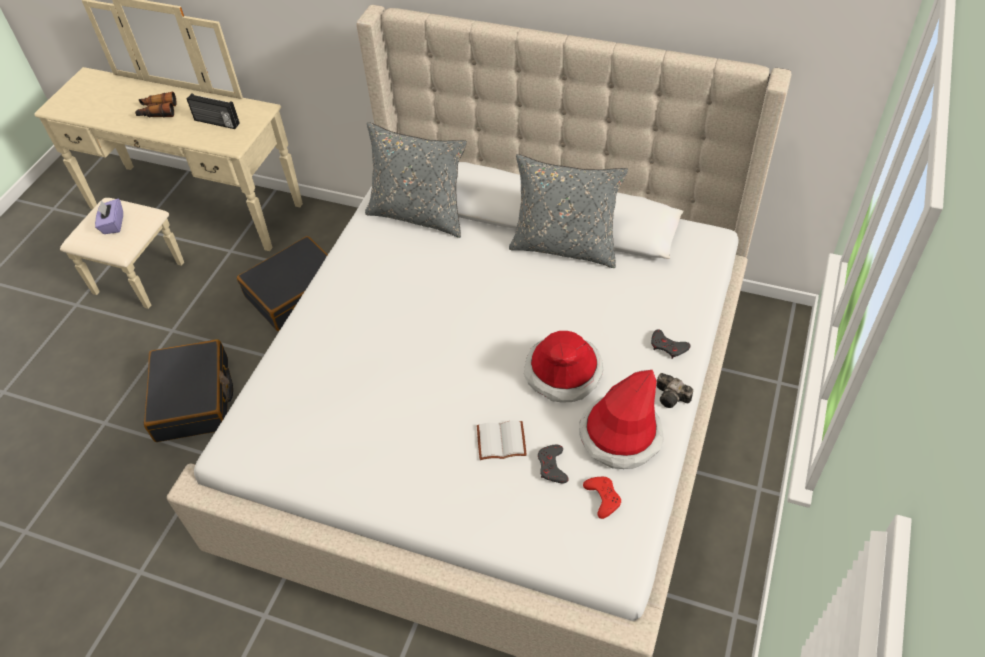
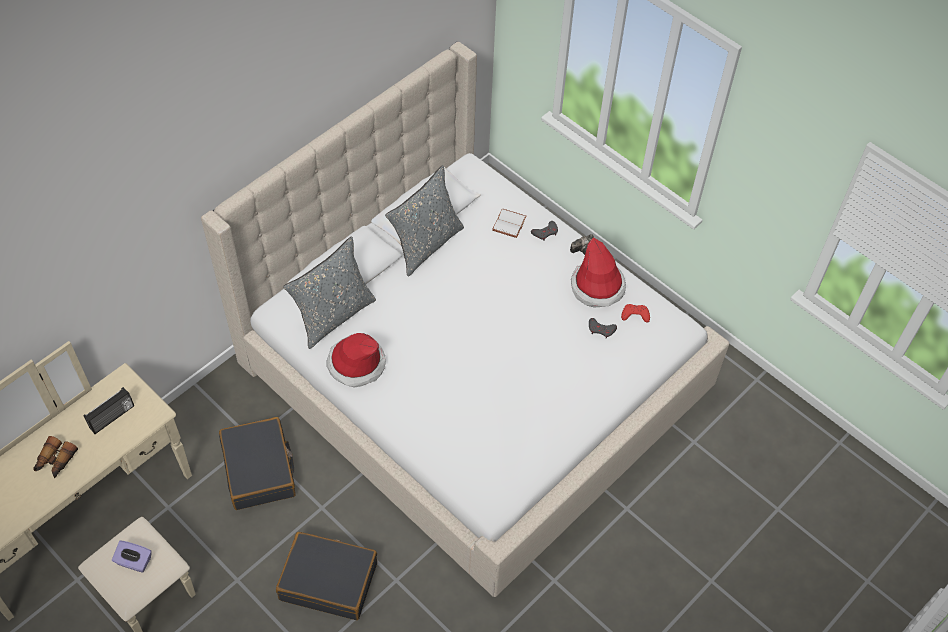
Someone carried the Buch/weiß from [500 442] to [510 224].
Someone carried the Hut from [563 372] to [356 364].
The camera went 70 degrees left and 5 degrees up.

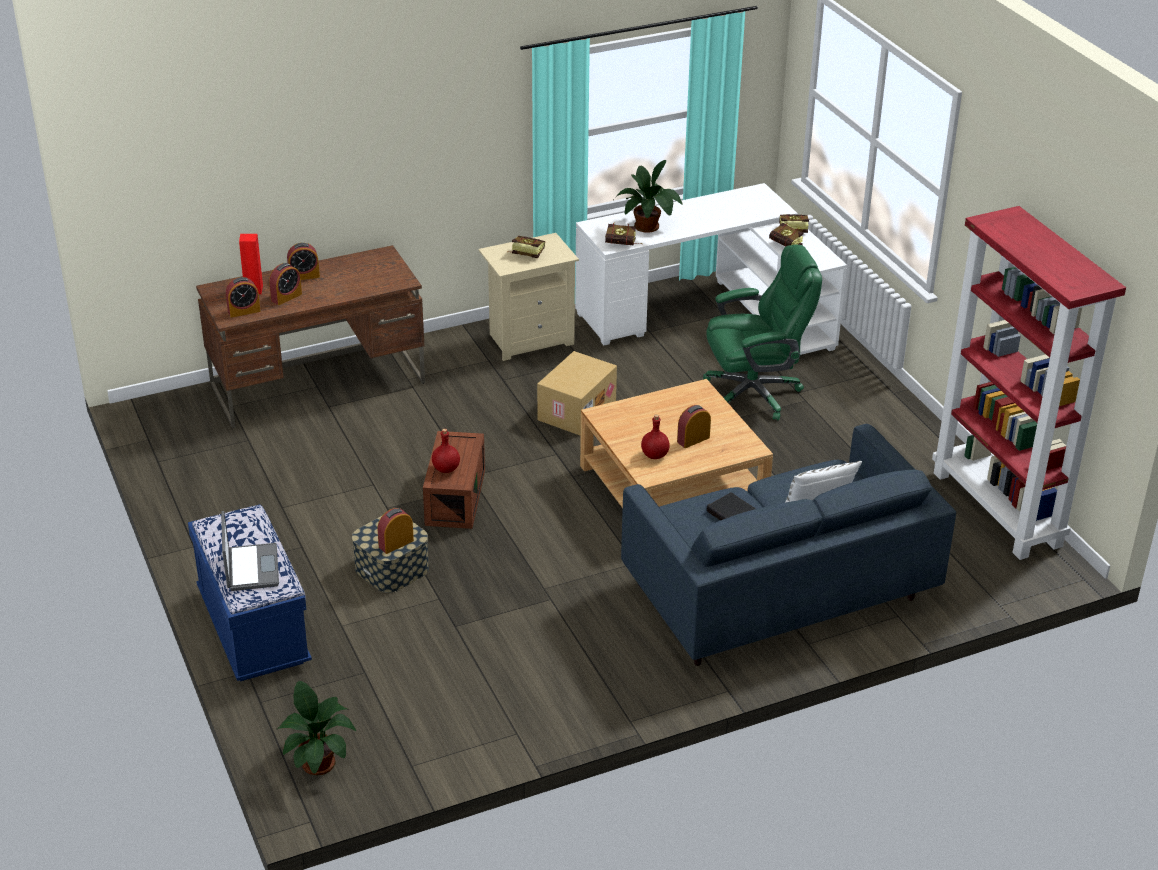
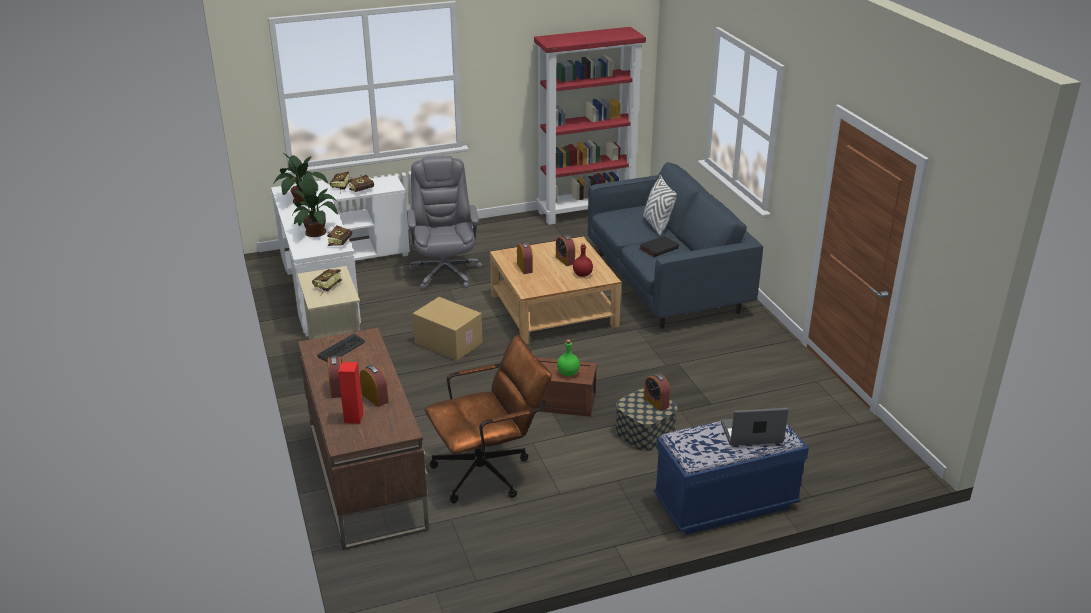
Someone put down the Tastatur at [341 349].
Someone put down the Bürostuhl/braun at [490 471].
Someone carried the Wecker from [244 311] to [524 268].
Someone carried the Topfpflanze from [318 760] to [301 201].
Someone repainted the Flasche/rot at [446 468], which became the Flasche/grün at [567 373].
Someone repainted the Bürostuhl/grün at [754 393], which became the Bürostuhl/grau at [445 272].
The camera went 85 degrees left and 5 degrees down.

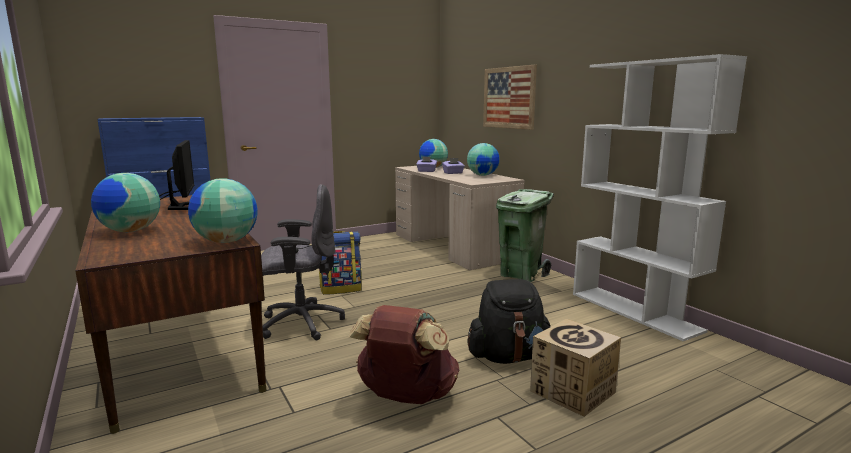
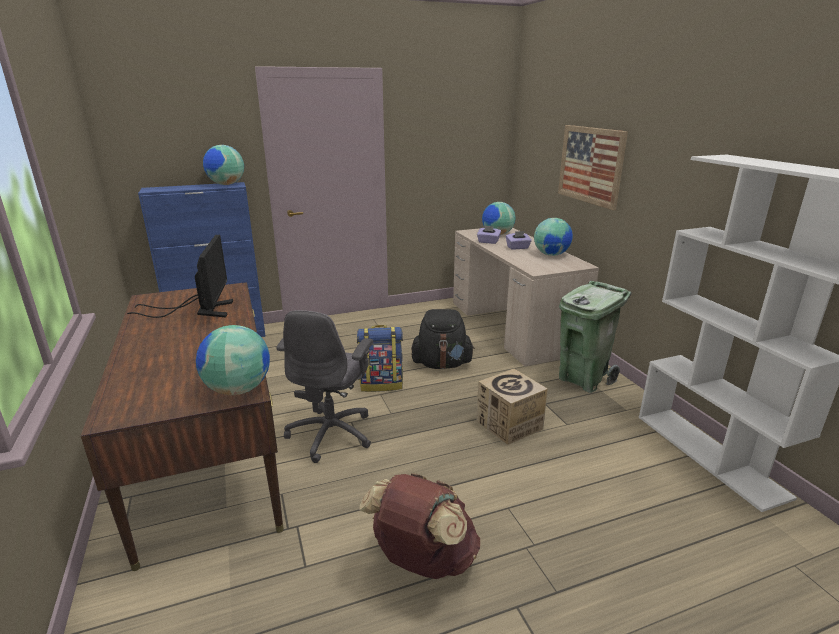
Someone carried the Globus from [130 231] to [226 184].
Someone carried the Rucksack/schwarz from [508 357] to [442 364].
Someone carried the Karton from [572 392] to [509 425].
Someone rotated the Bürostuhl/grau at [300 323] by 105 degrees clockwise.
The camera went 10 degrees right and 10 degrees up.

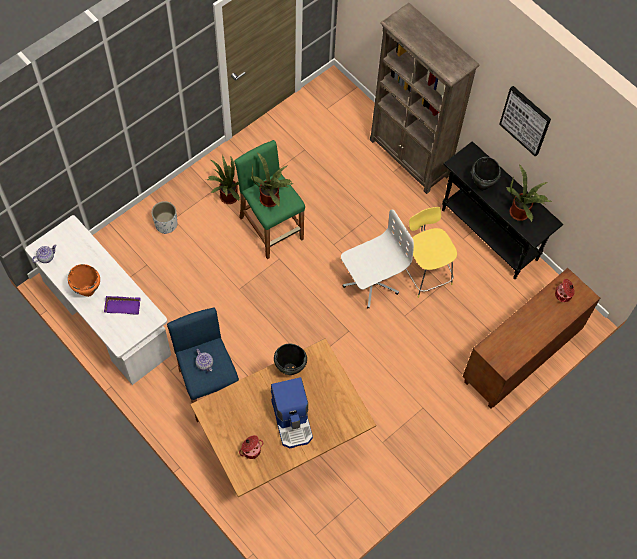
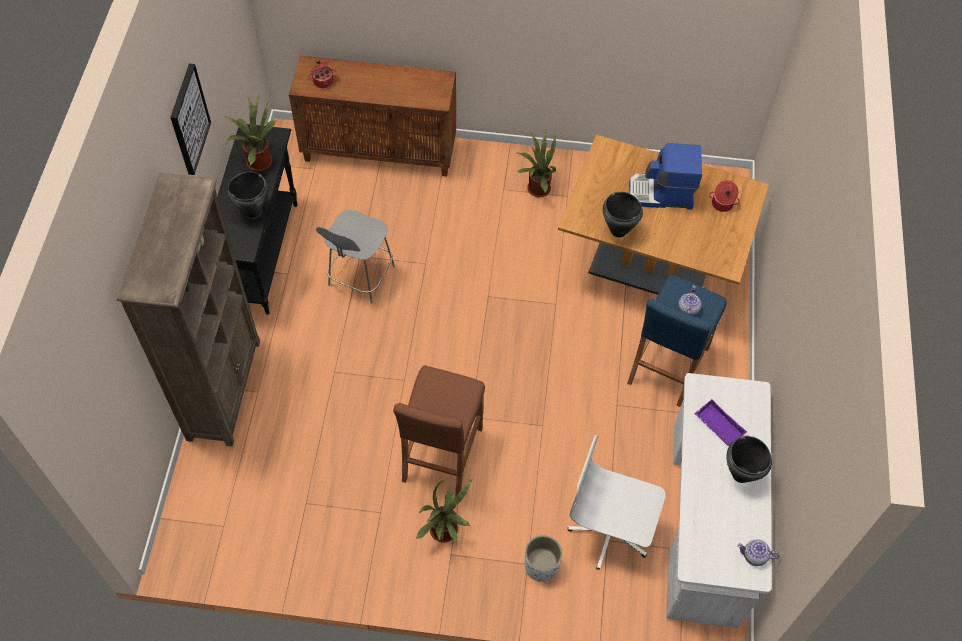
Someone carried the Topfpflanze from [271 198] to [536 188].
Someone carried the Bürostuhl/weiß from [371 282] to [610 532].
Someone repainted the Kochtopf/orange at [88 290], which became the Kochtopf/schwarz at [740 475].
Someone repainted the Hocker/grün at [271 228], which became the Hocker/braun at [442 454].
Someone repainted the Hocker/gelb at [426 273], which became the Hocker/grau at [360 277].
Someone rotated the Kaffeemaschine at [293 420] by 120 degrees counterclockwise.
The camera went 130 degrees left and 5 degrees down.

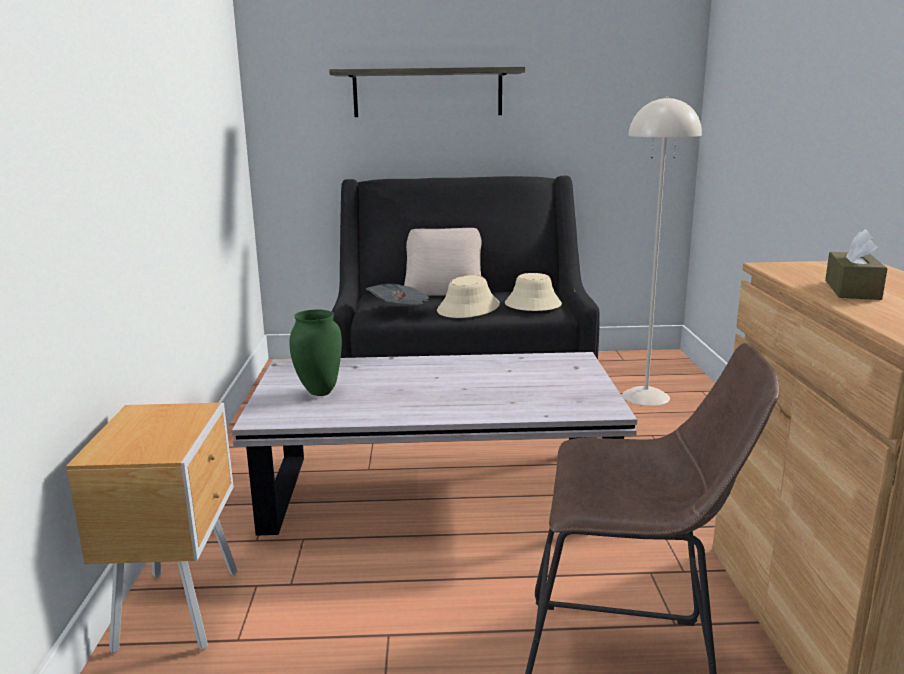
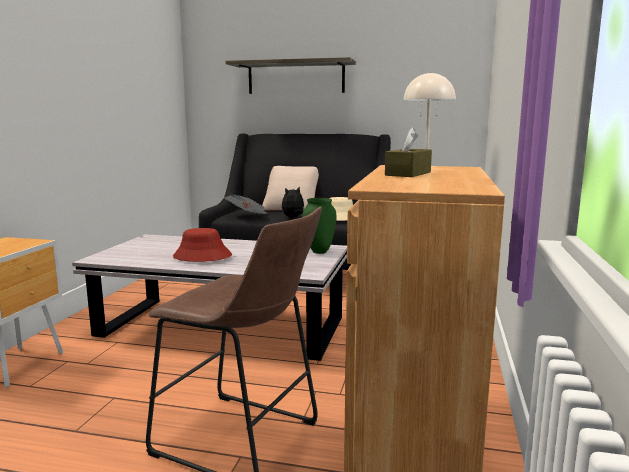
Someone put down the Hut/rot at [202 256].
Someone carried the Vase/grün from [320 392] to [319 252].
Someone swapped the Hut/beige at [468 308] for the Plüschtier at [293 217].
The camera went 15 degrees right and 5 degrees down.

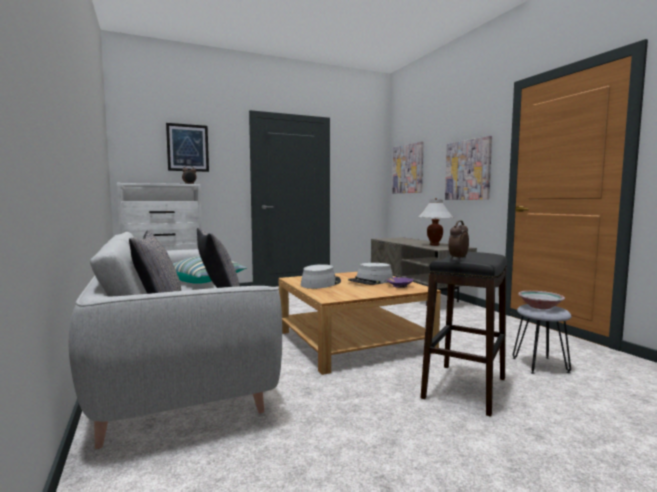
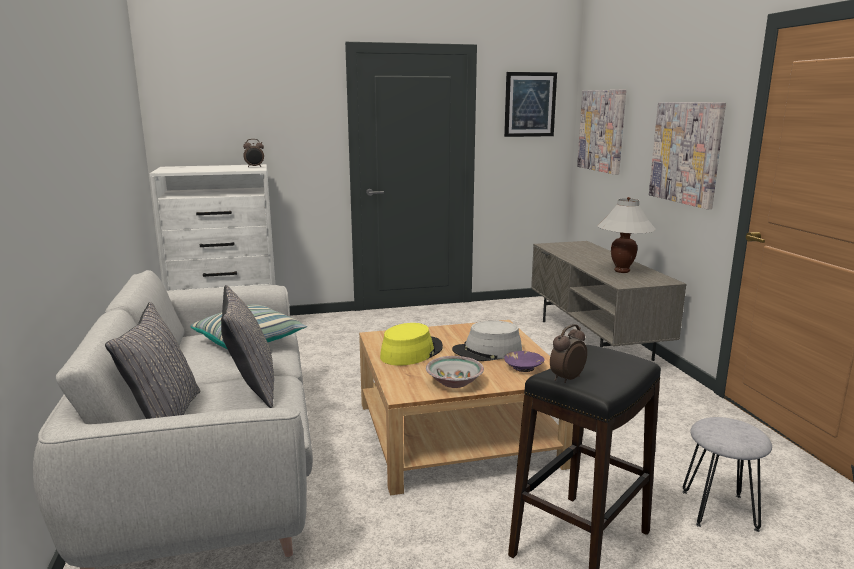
Someone carried the Bild from [187 148] to [529 104].
Someone carried the Schüssel from [539 306] to [454 382].
Someone repainted the Hut/grau at [320 283], which became the Hut/gelb at [411 352].
The camera went 10 degrees right and 10 degrees up.

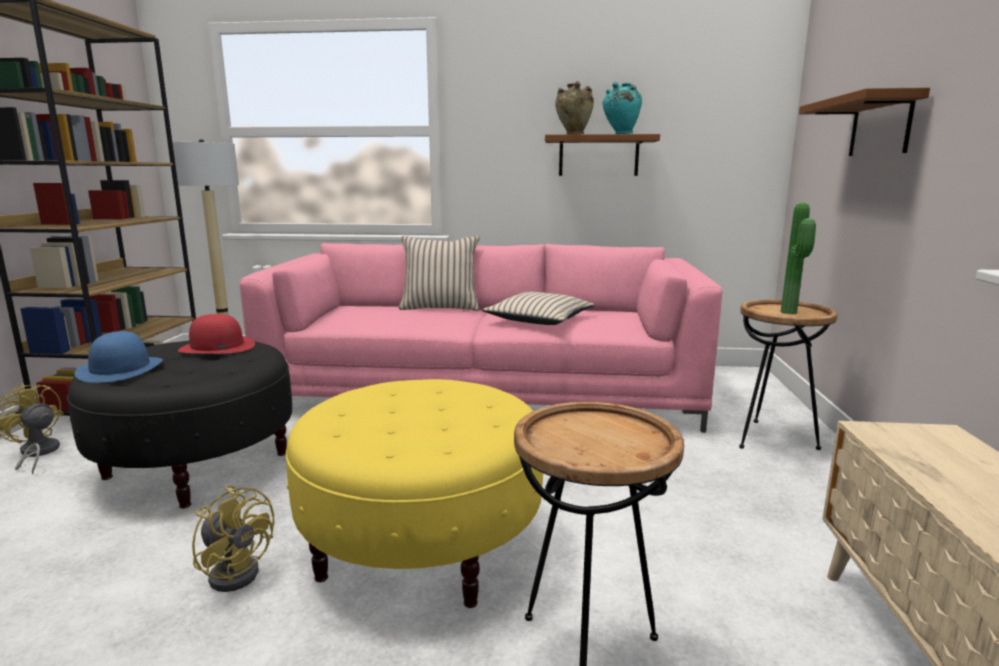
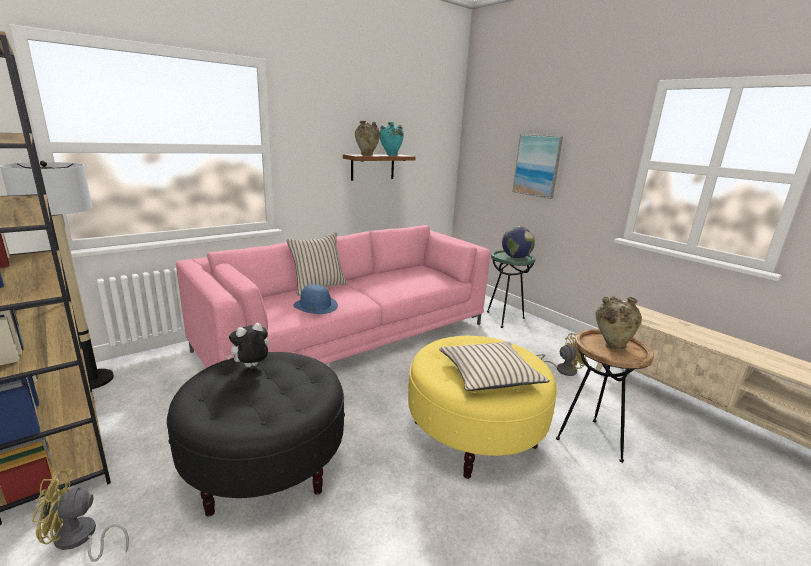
Someone put down the Vase/beige at [611 346].
Someone carried the Hut/blau from [120 369] to [315 305].
Someone carried the Ventilator/gelb from [237 570] to [561 369].
Someone carried the Kissen/beige from [539 320] to [489 374].
Someone swapped the Hut/rot at [217 347] for the Plüschtier at [251 367].
Someone swapped the Topfpflanze at [792 312] for the Globus at [516 257].
Someone swapped the Wandregal/braun at [880 126] for the Bild at [537 165].
Someone repainted the Beistelltisch/braun at [771 438], which became the Beistelltisch/grün at [504 319].
The camera went 45 degrees left and 5 degrees up.

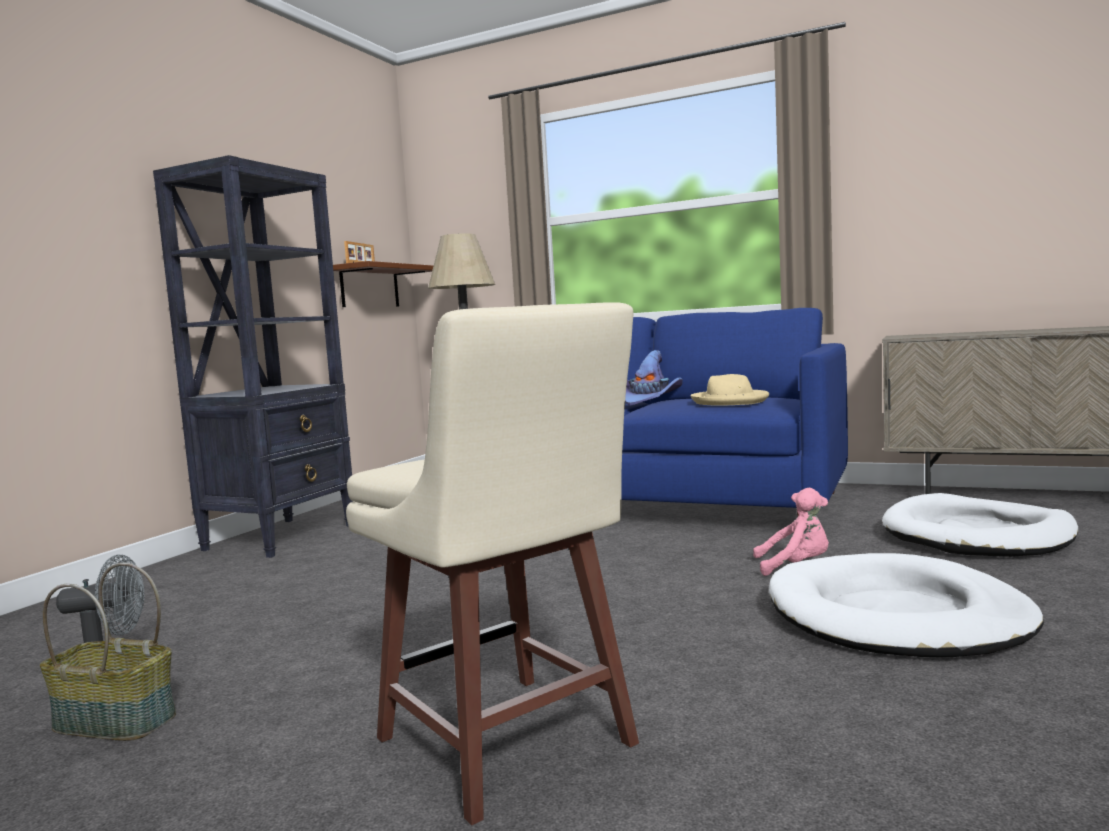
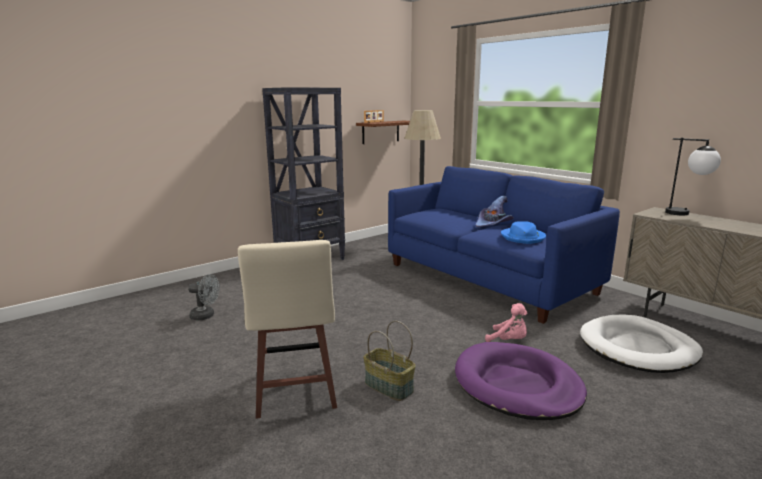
Someone put down the Tischlampe at [687 214].
Someone carried the Korb from [112 723] to [388 387].
Someone repainted the Hut/beige at [730 401], which became the Hut/blau at [523 237].
Someone repainted the Hundebett/weiß at [897 616], which became the Hundebett/lila at [517 385].
The camera went 25 degrees right and 10 degrees up.

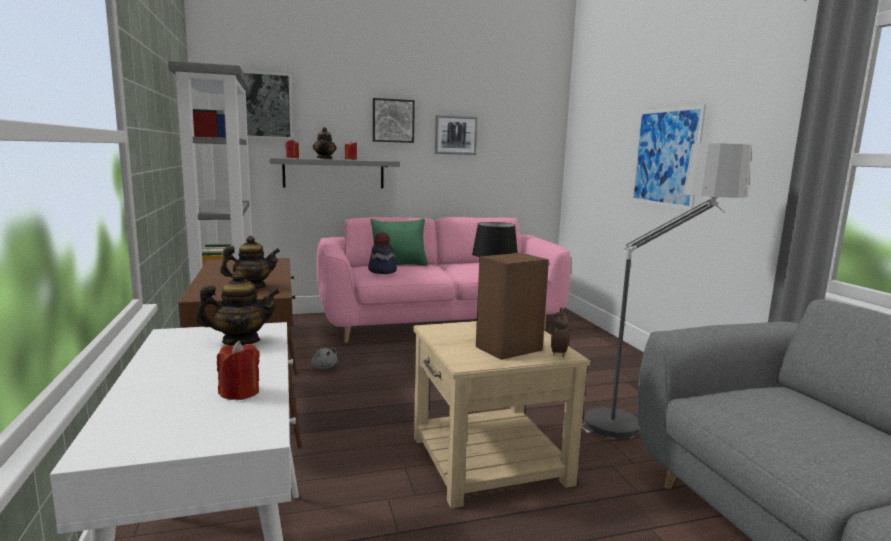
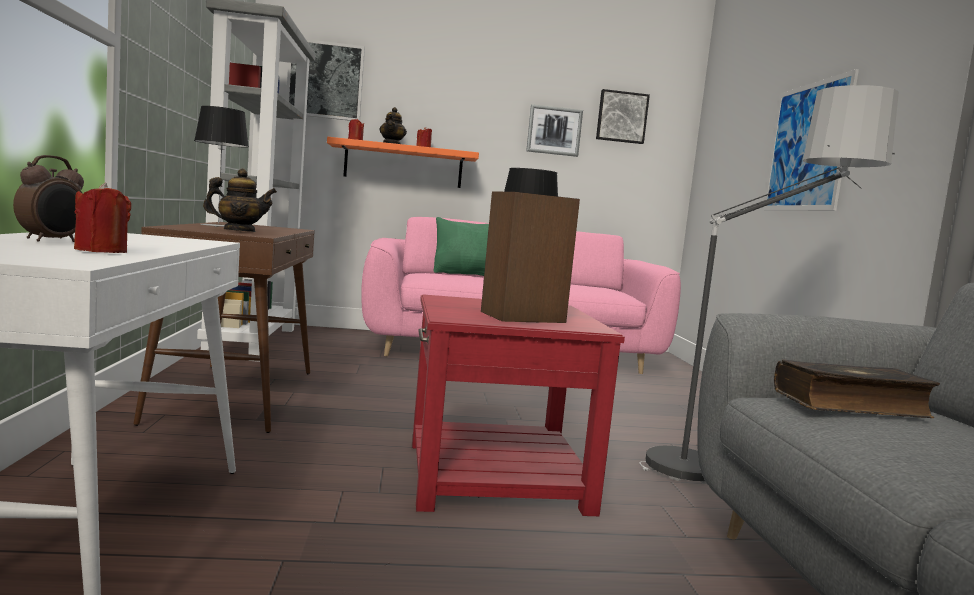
Someone took away the Teekanne at [240 341].
Someone took away the Plüschtier/grau at [324 367].
Someone took away the Hut at [382 271].
Someone put down the Tischlampe at [218 226].
Someone put down the Buch at [850 405].
Someone carried the Bild from [393 121] to [621 117].
Someone carried the Wecker from [559 353] to [52 241].
Someone repainted the Wandregal/grau at [334 173], which became the Wandregal/orange at [403 165].
Someone repainted the Beistelltisch/beige at [488 460], which became the Beistelltisch/rot at [495 476].
The camera went 10 degrees right and 5 degrees down.

